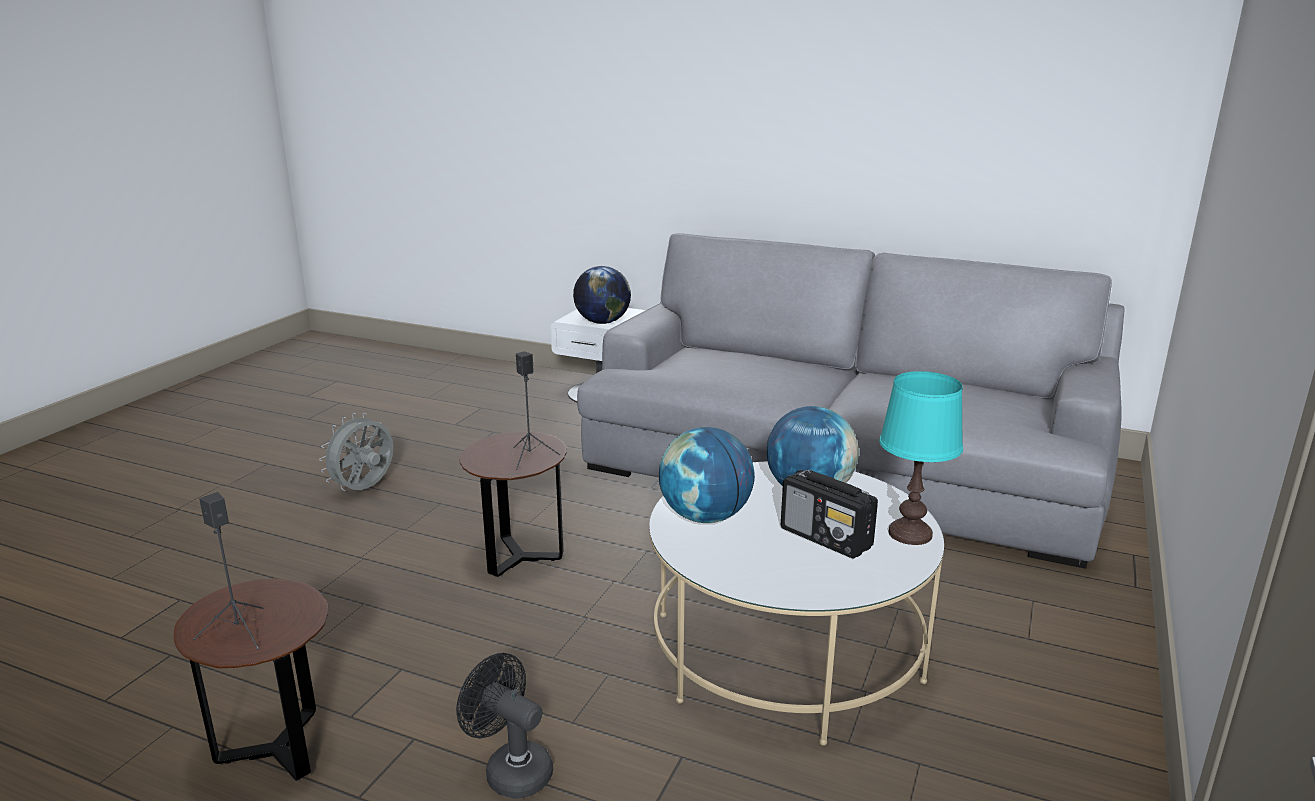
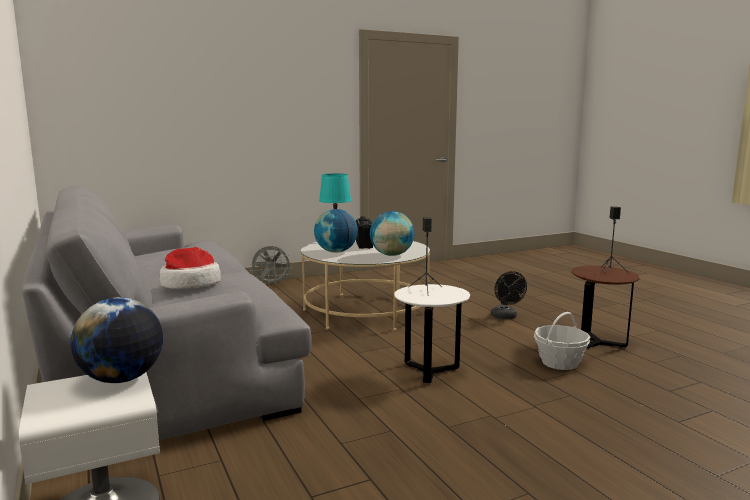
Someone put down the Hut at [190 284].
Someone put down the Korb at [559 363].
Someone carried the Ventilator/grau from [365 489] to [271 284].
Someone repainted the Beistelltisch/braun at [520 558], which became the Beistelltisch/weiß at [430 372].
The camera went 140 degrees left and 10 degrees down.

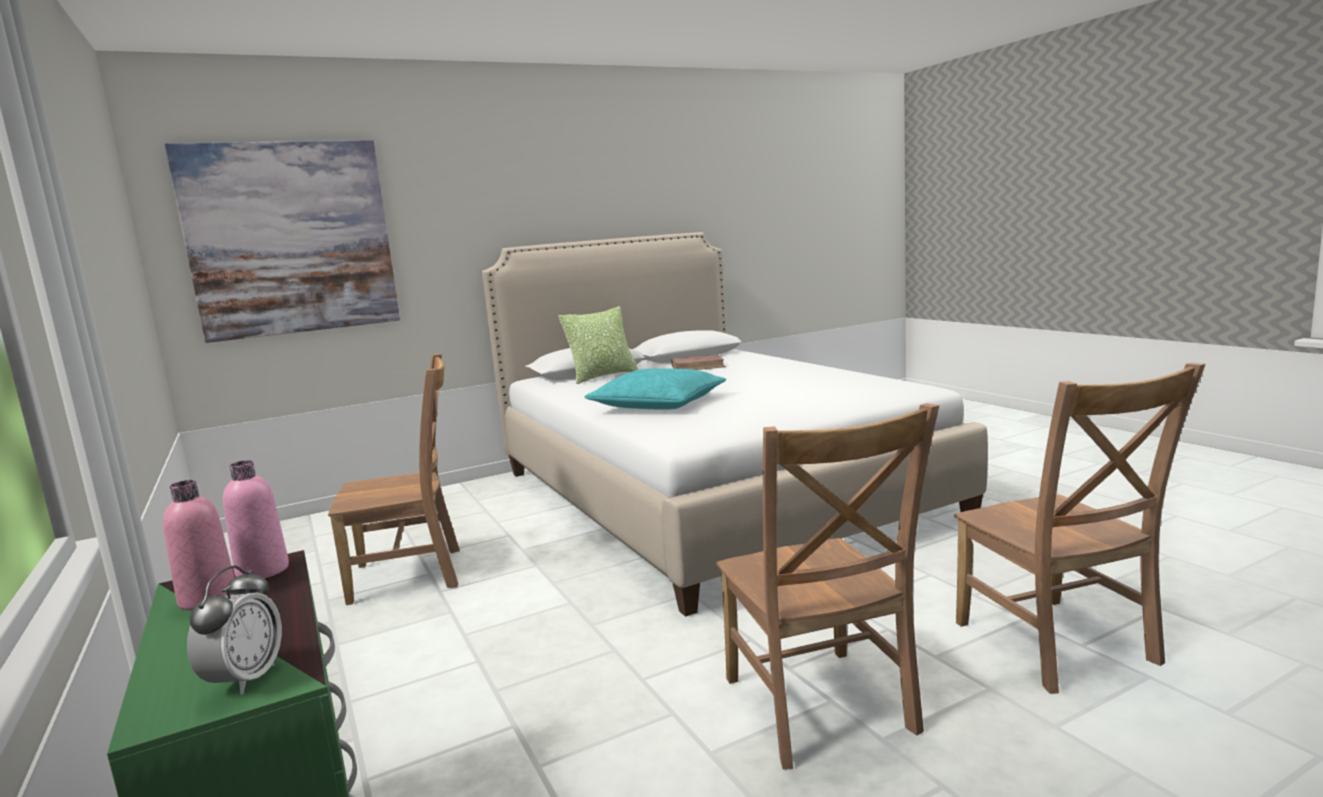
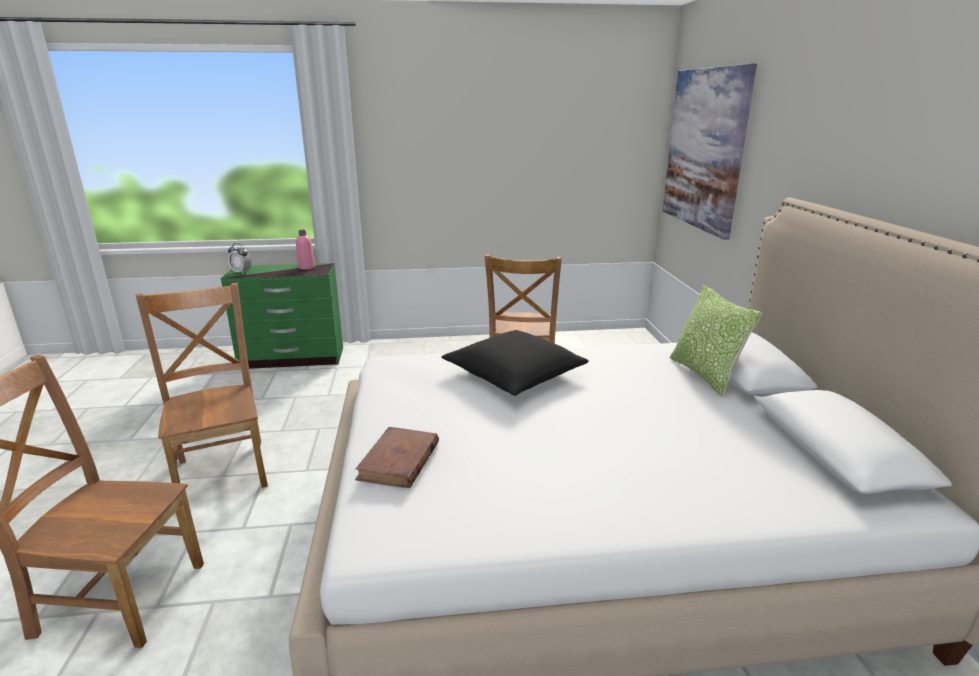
Someone took away the Flasche/rosa at [262 571].
Someone carried the Buch/braun from [698 367] to [399 461].
Someone repainted the Kissen/türkis at [658 404], which became the Kissen/schwarz at [515 374].
Someone rotated the Stuhl/braun at [820 709] by 60 degrees clockwise.
The camera went 110 degrees right and 10 degrees up.

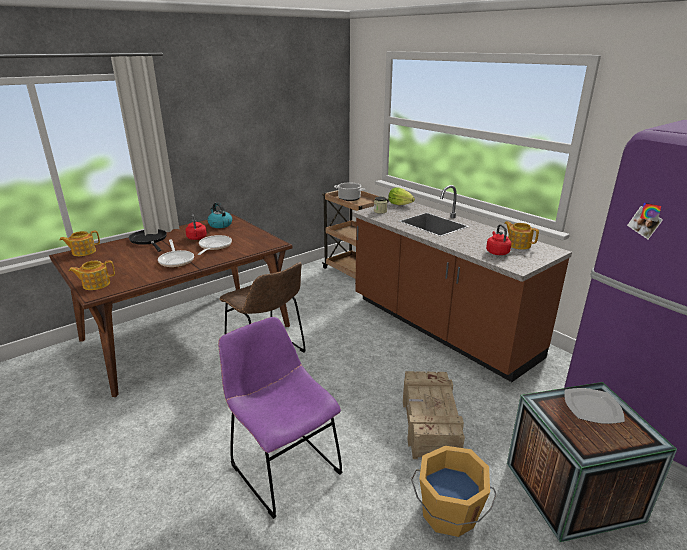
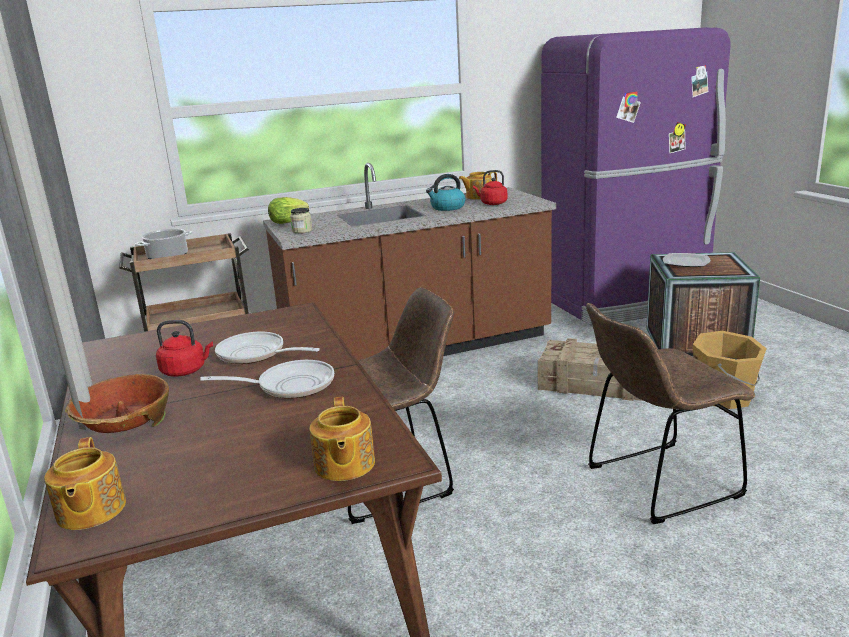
Someone carried the Wasserkessel from [220 225] to [447 208].
Someone swapped the Pfanne/schwarz at [149 240] for the Schüssel at [124 422].
Someone repainted the Stuhl/lila at [282 466], which became the Stuhl/braun at [656 484].
The camera went 70 degrees left and 5 degrees down.

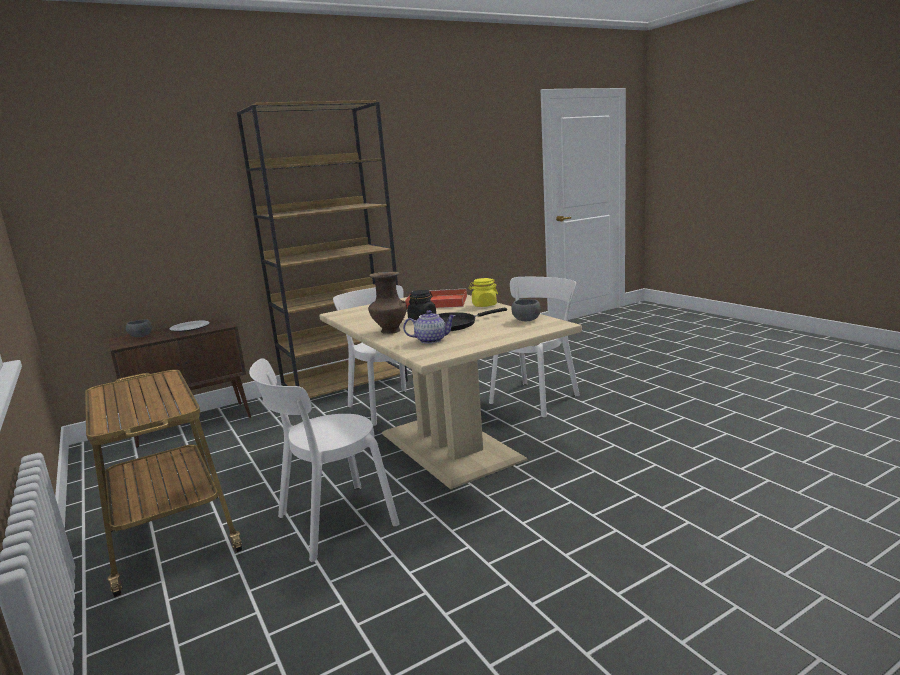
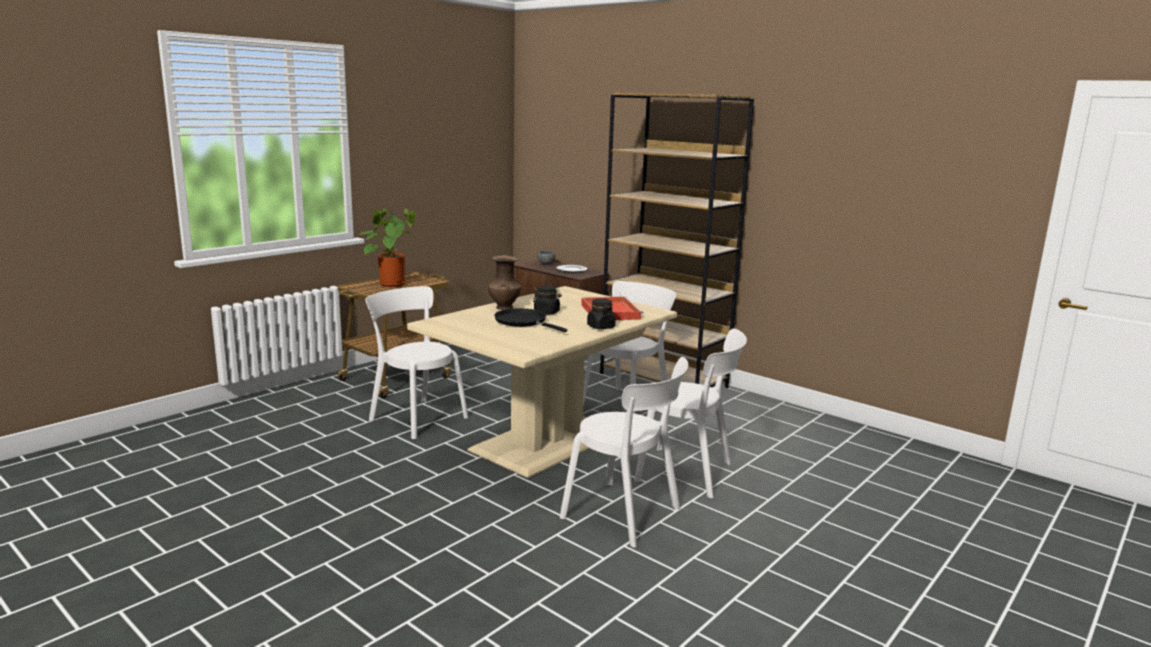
Someone took away the Teekanne at [431 340].
Someone took away the Schüssel/grau at [526 320].
Someone put down the Topfpflanze at [391 283].
Someone put down the Stuhl/weiß at [625 514].
Someone repainted the Vorratsglas/gelb at [484 305], which became the Vorratsglas/schwarz at [600 327].
The camera went 70 degrees right and 0 degrees up.

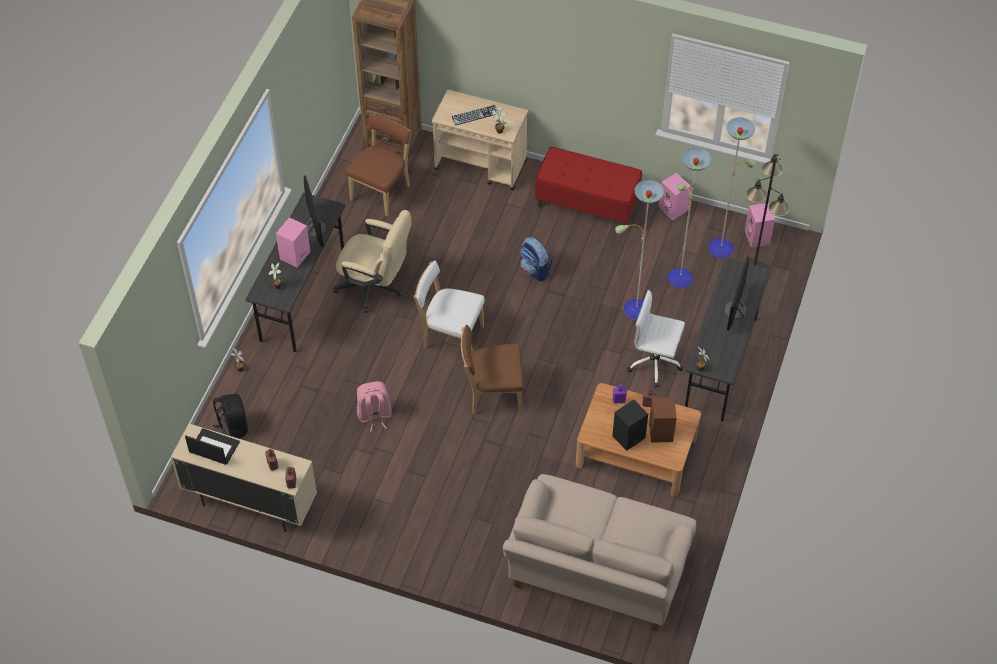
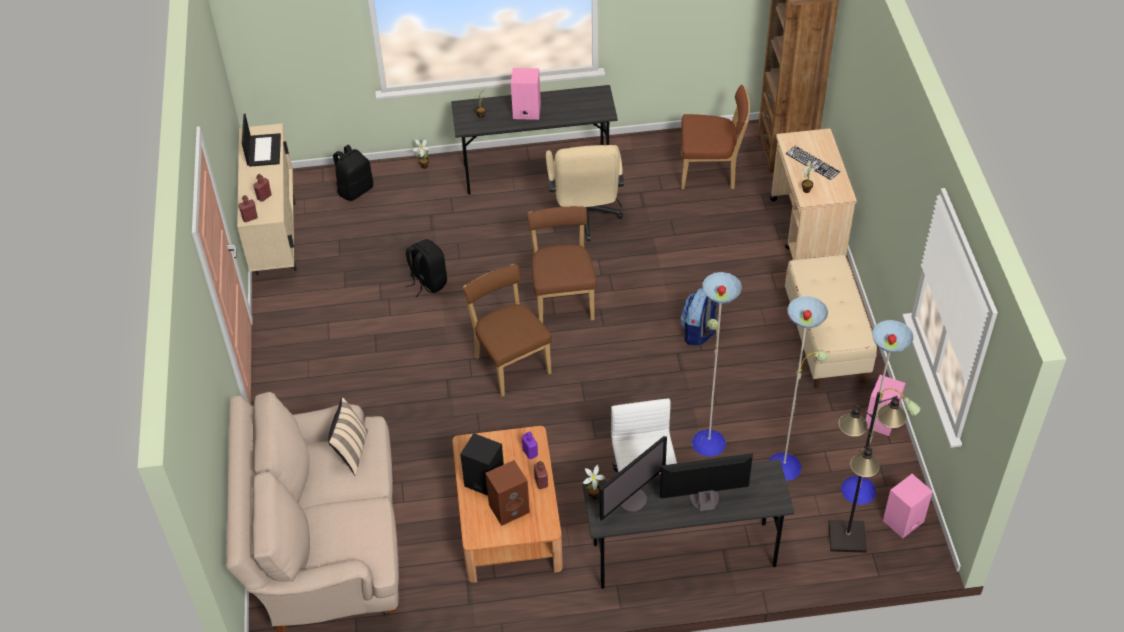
Someone put down the Kissen/beige at [351 452].
Someone carried the Monitor from [315 228] to [632 499].
Someone repainted the Rucksack/rosa at [374 415], which became the Rucksack/schwarz at [427 282].
Someone repainted the Stuhl/weiß at [450 336], which became the Stuhl/braun at [563 299].
Someone repainted the Bank/rot at [587 203], which became the Bank/beige at [826 340].
The camera went 65 degrees right and 5 degrees down.

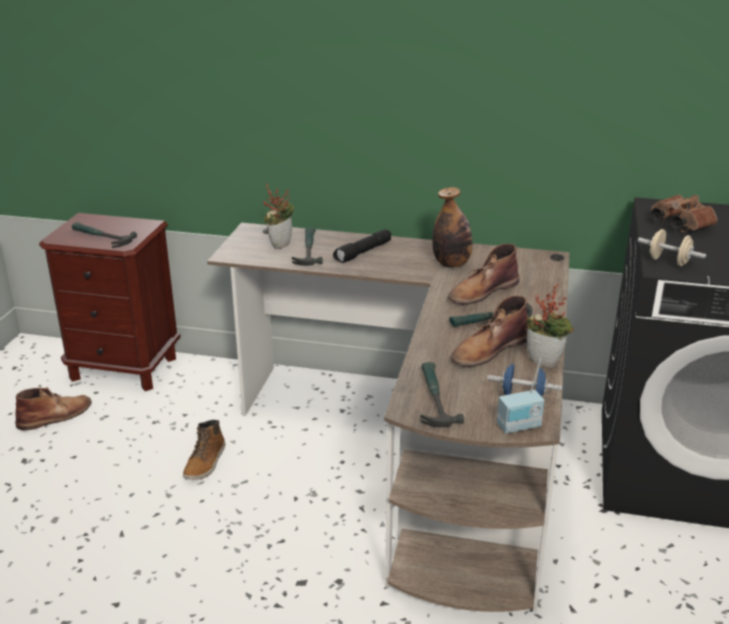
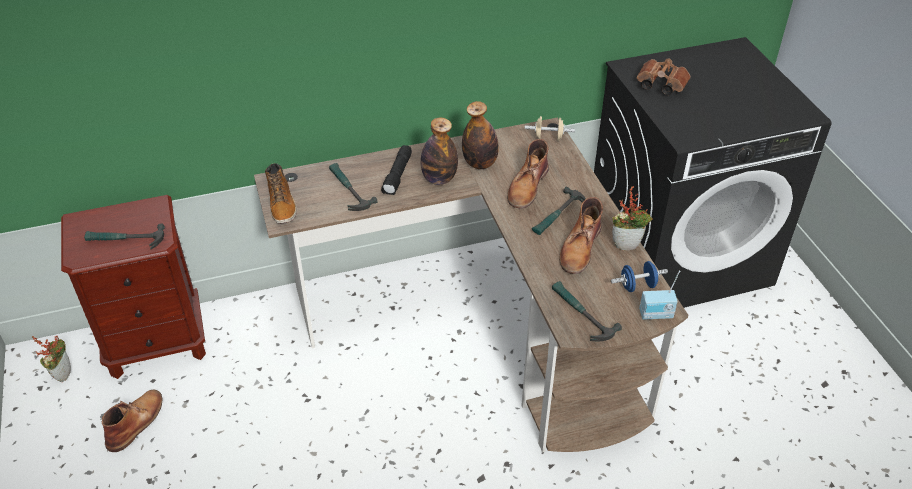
Someone put down the Flasche at [439 179].
Someone carried the Stiefel from [205 462] to [282 205].
Someone carried the Topfpflanze from [280 244] to [62 373].
Someone carried the Hantel/beige from [668 261] to [548 137].
Someone rotated the Radio at [519 427] by 45 degrees clockwise.
The camera went 30 degrees left and 15 degrees up.

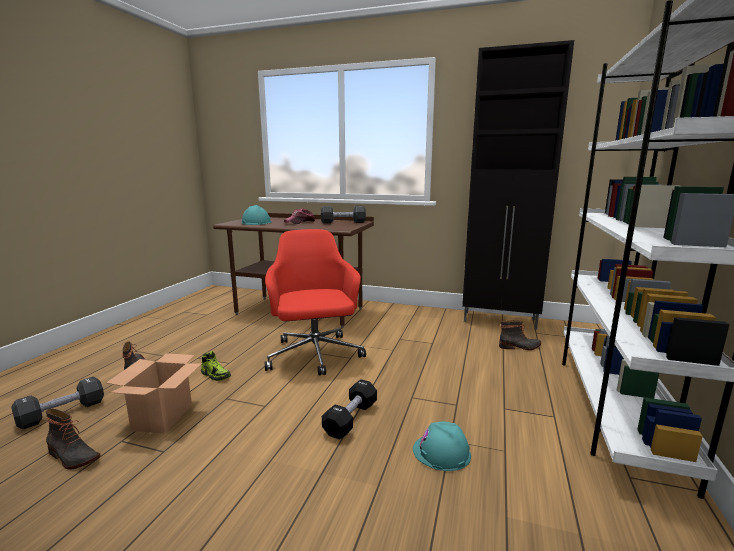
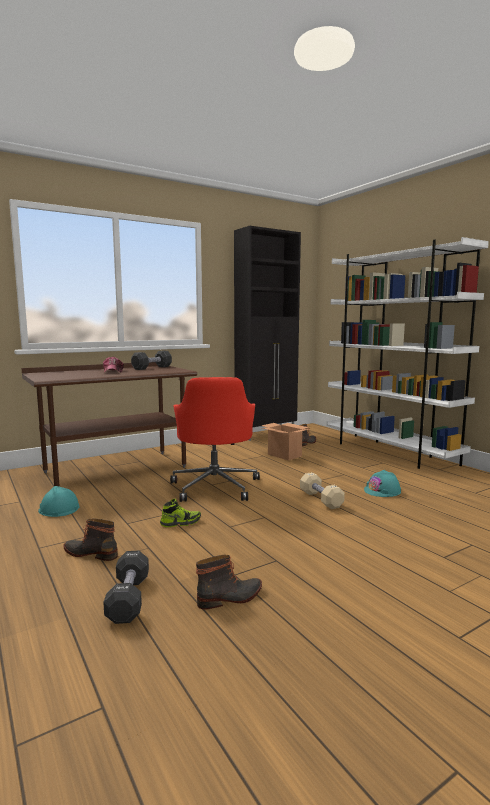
Someone carried the Karton from [163 417] to [284 455].
Someone carried the Schutzhelm/türkis from [256 223] to [59 509].
Someone repainted the Hantel/schwarz at [350 419], which became the Hantel/beige at [321 499].
Someone rotated the Bürostuhl/rot at [314 356] by 120 degrees counterclockwise.
The camera went 50 degrees left and 5 degrees down.

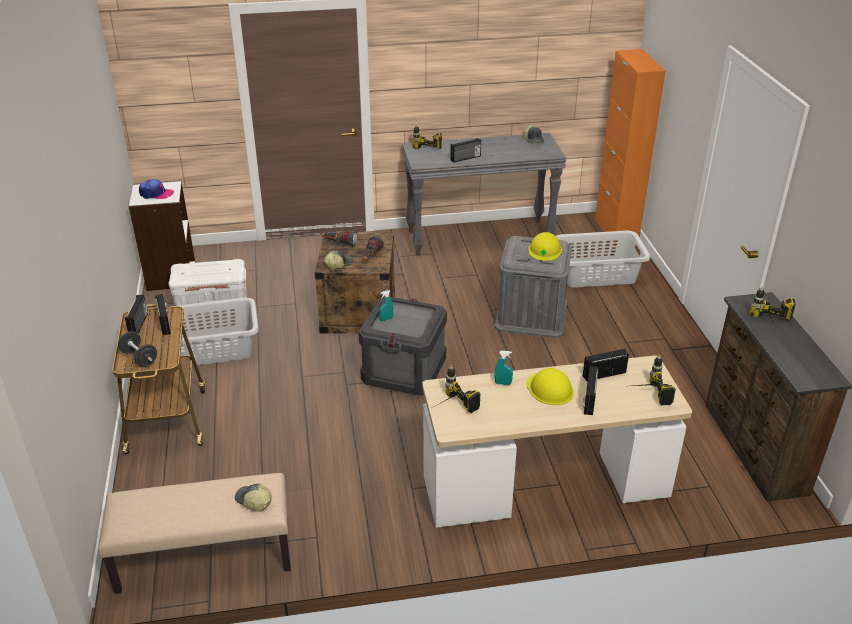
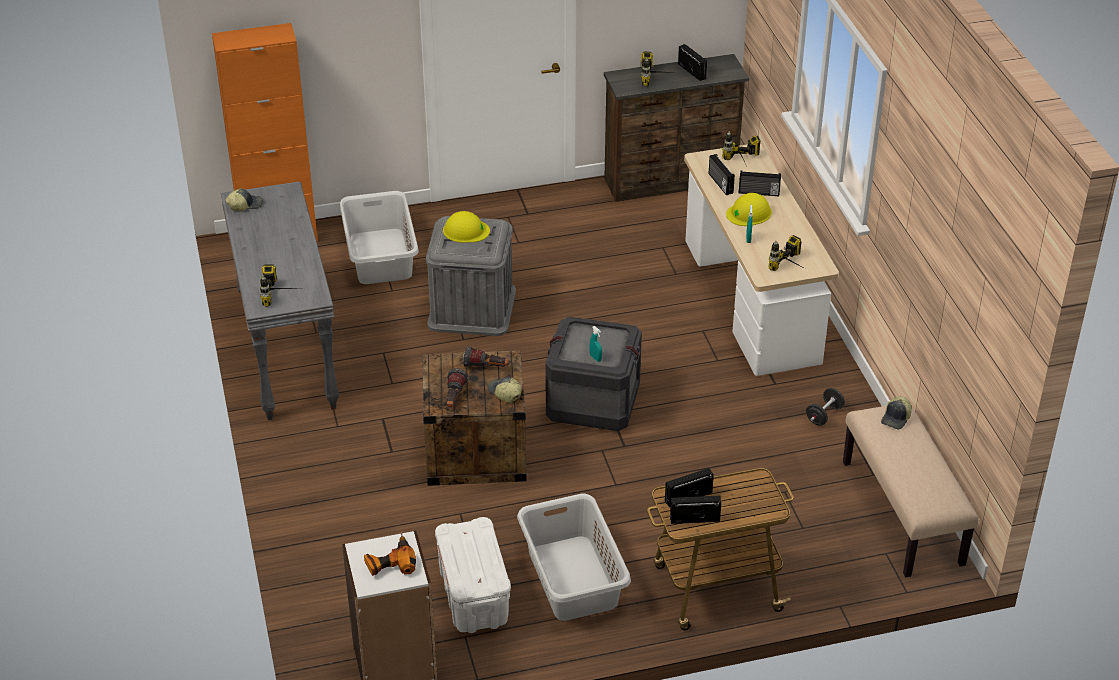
Someone carried the Hantel/schwarz from [139 358] to [824 415].
Someone carried the Radio from [465 158] to [692 71].
Someone swapped the Kappe at [156 194] for the Bohrmaschine at [389 561].
The camera went 95 degrees left and 5 degrees up.

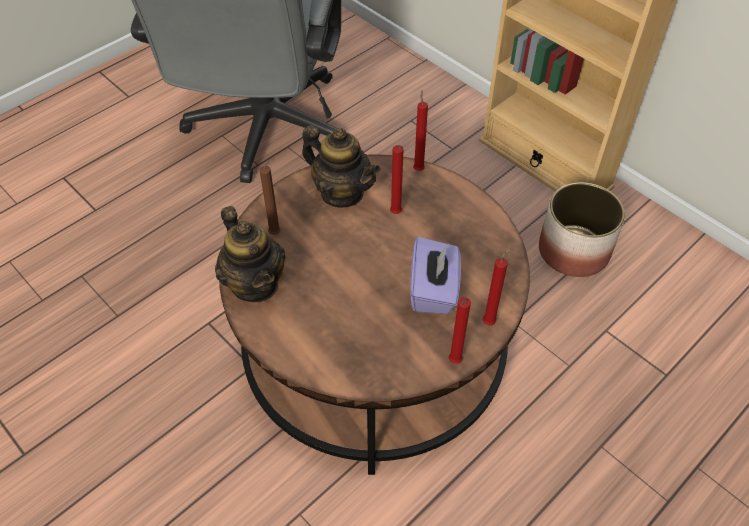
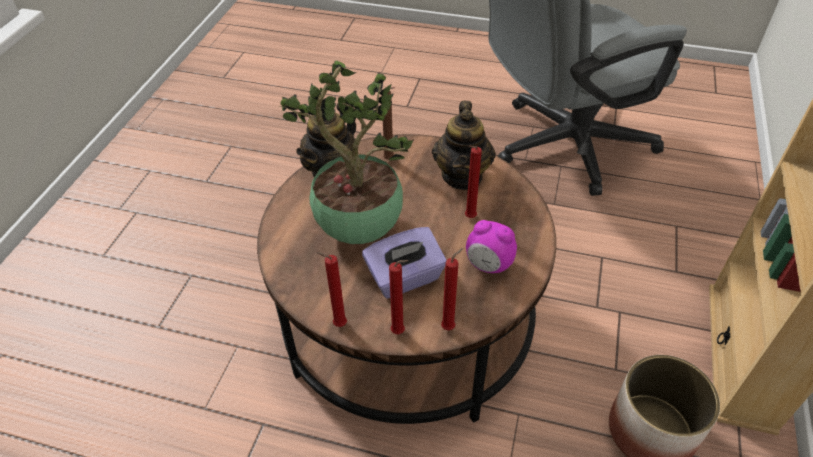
Someone put down the Topfpflanze at [356 229].
Someone put down the Wecker at [489 265].
Someone carried the Kerze/rot from [418 168] to [450 326].
The camera went 60 degrees right and 5 degrees down.

